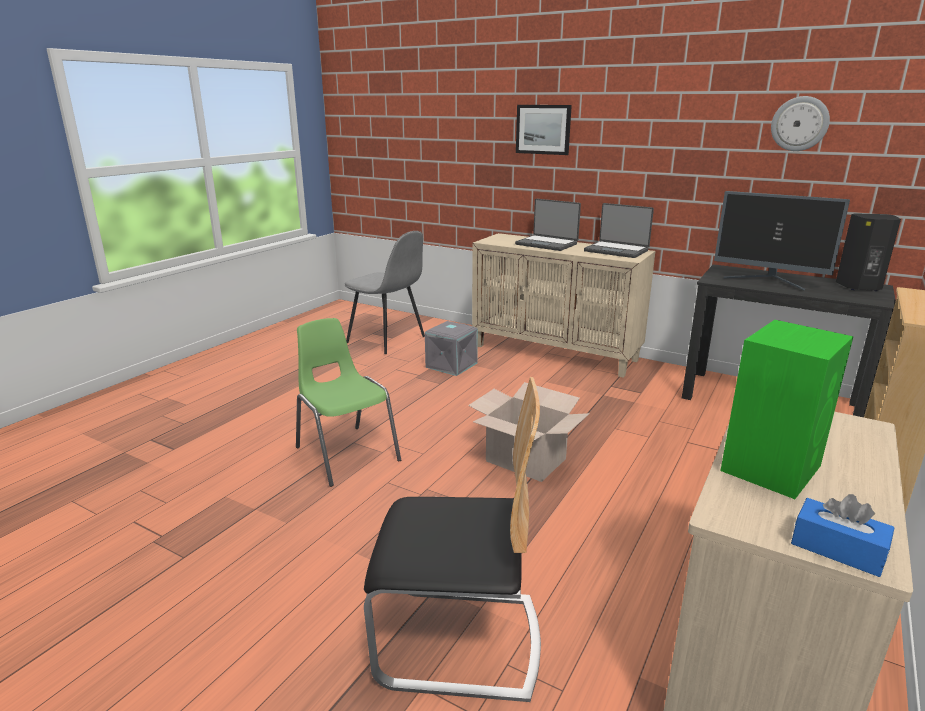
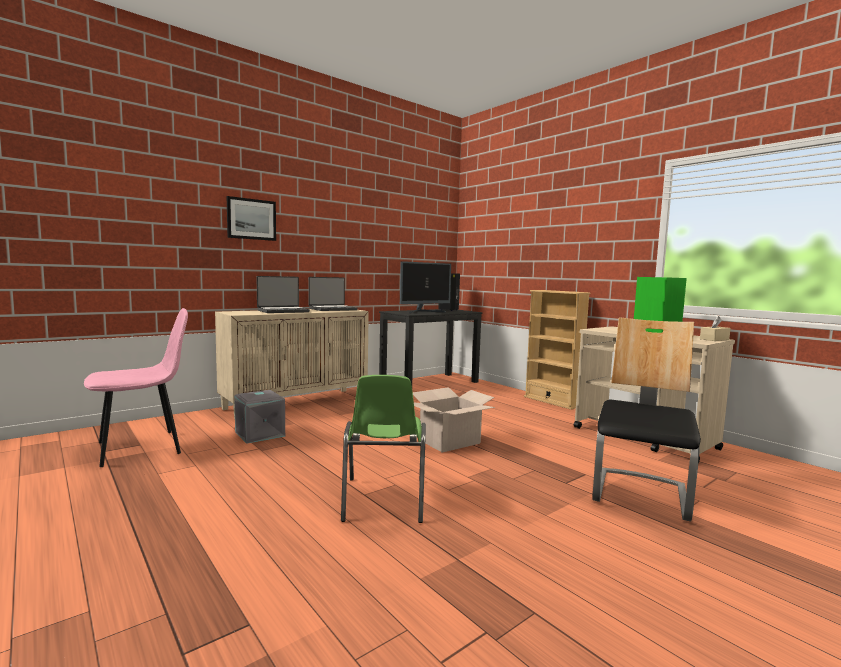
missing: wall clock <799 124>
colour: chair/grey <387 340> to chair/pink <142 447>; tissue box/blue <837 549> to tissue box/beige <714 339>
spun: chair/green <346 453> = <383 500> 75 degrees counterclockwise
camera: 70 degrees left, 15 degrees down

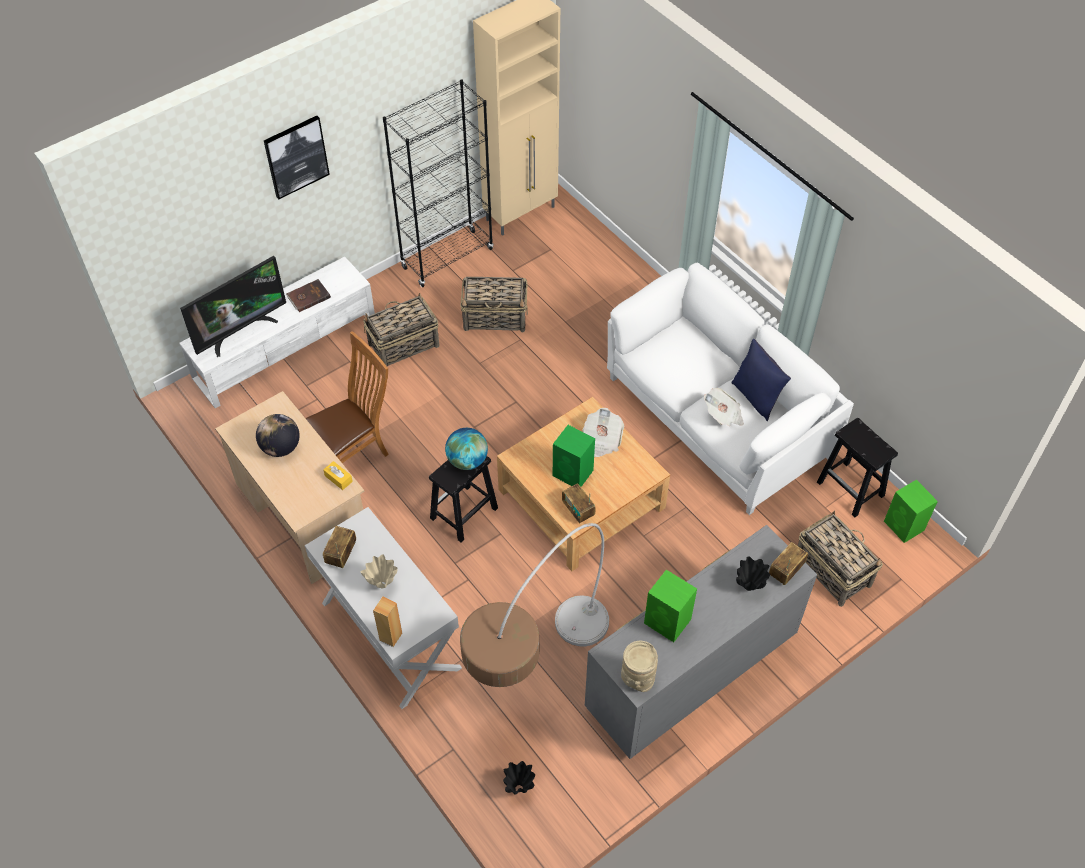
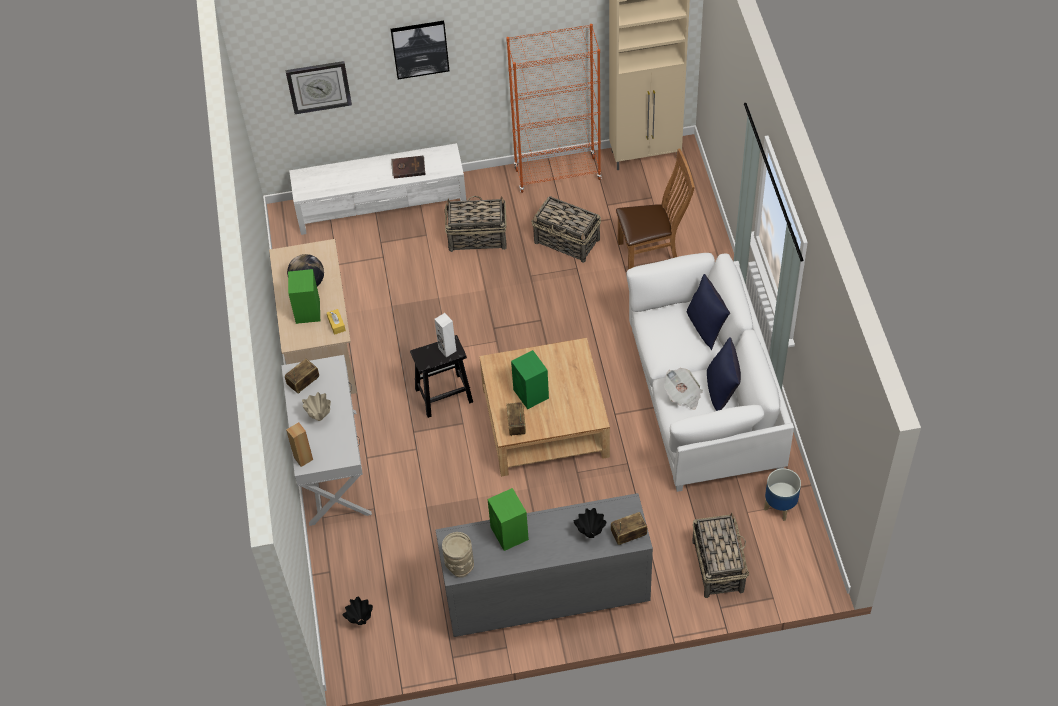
missing: television <241 331>; floor lamp <537 677>; newspaper <602 440>
appeared: wall clock <319 86>; pillow/blue <706 327>
relocated: speaker/green <904 526> to <307 312>; chair/brown <355 453> to <652 253>
exchanged: globe <467 460> to speaker/white <447 350>; stool/black <851 489> to planter <780 506>
colour: bookcase/black <447 258> to bookcase/orange <557 174>
camera: 30 degrees right, 0 degrees up

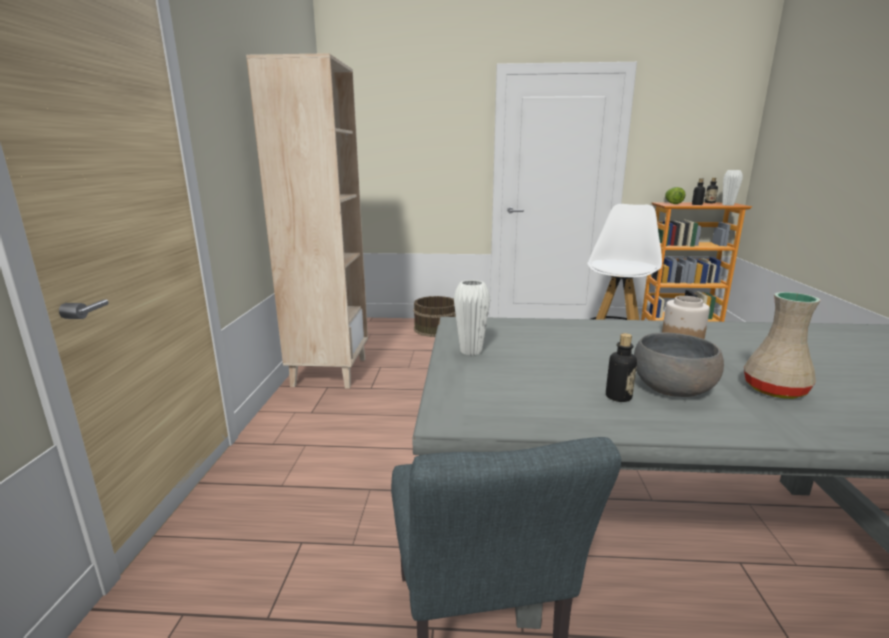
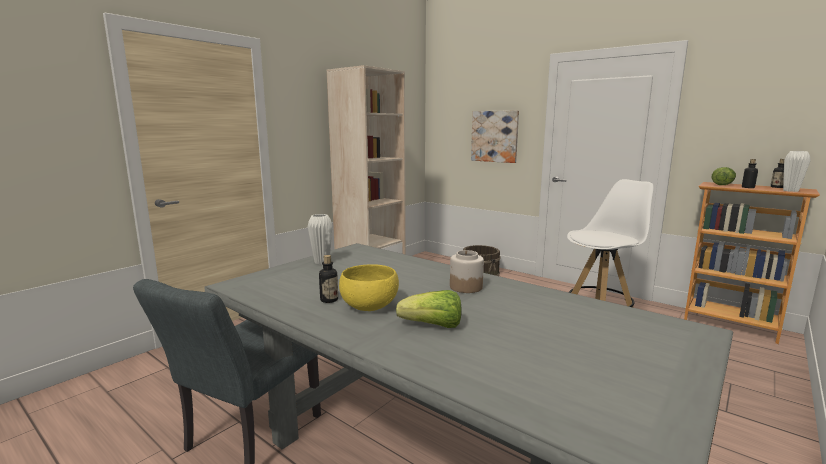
appeared: picture <495 136>
exchanged: vase/beige <776 390> to lettuce <433 326>
colour: bowl/grey <672 389> to bowl/yellow <369 306>
camera: 35 degrees right, 5 degrees down

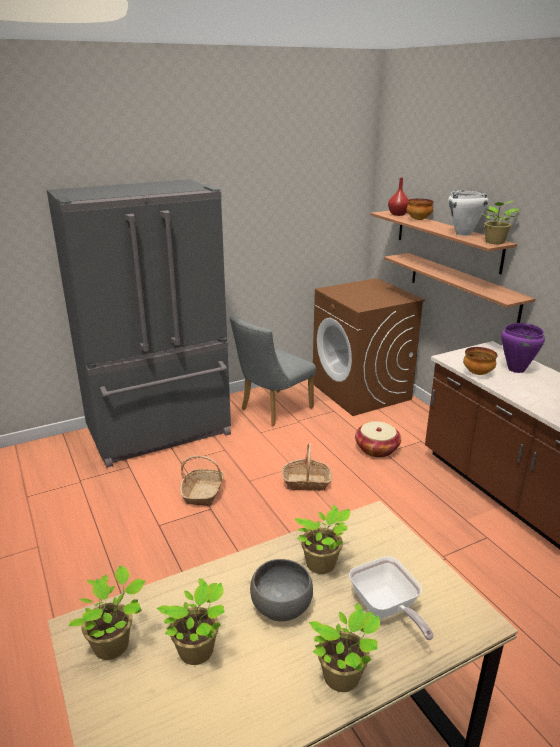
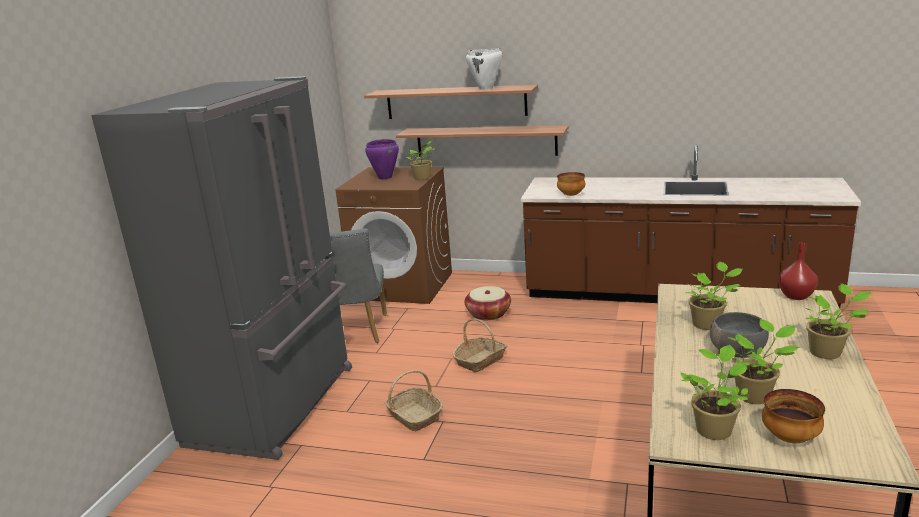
missing: frying pan <386 609>
relocated: cooking pot/purple <516 369> to <385 177>; potted plant <494 242> to <423 178>; bowl <418 219> to <789 437>; vase/red <398 214> to <797 296>
camera: 45 degrees left, 5 degrees down

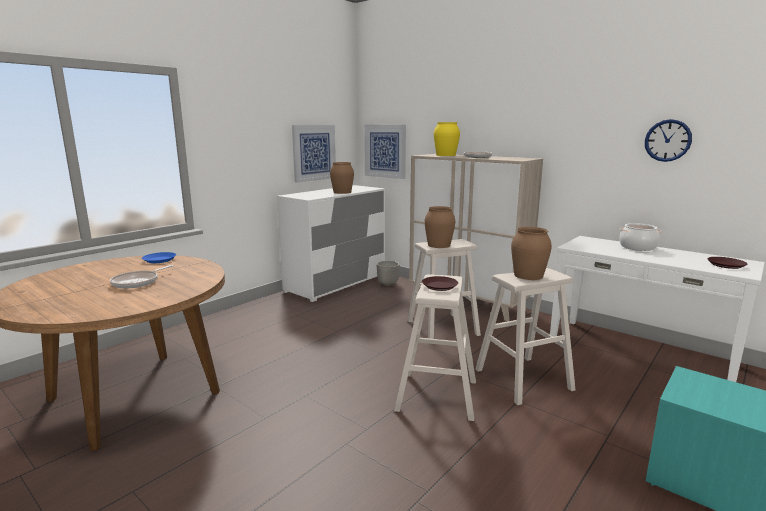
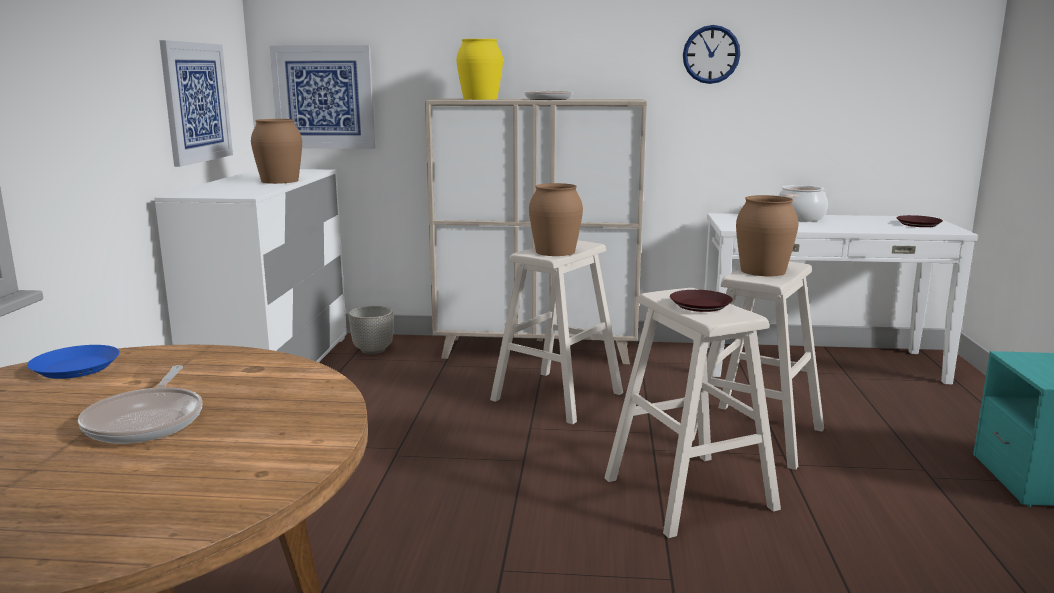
relocated: wall clock <667 140> to <711 54>
camera: 35 degrees left, 0 degrees up

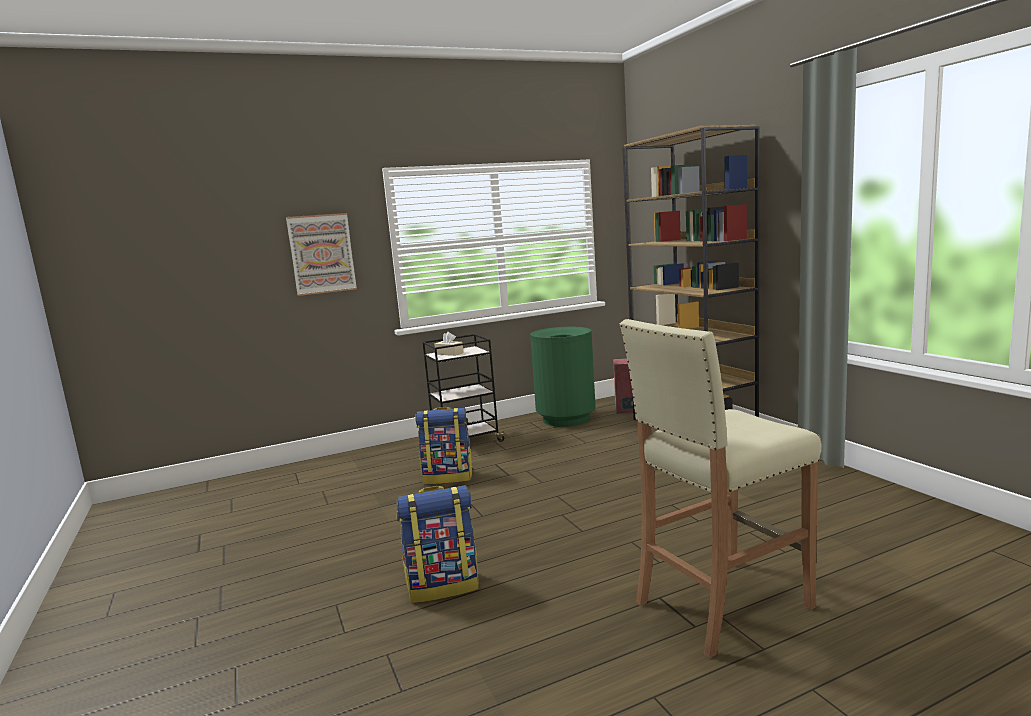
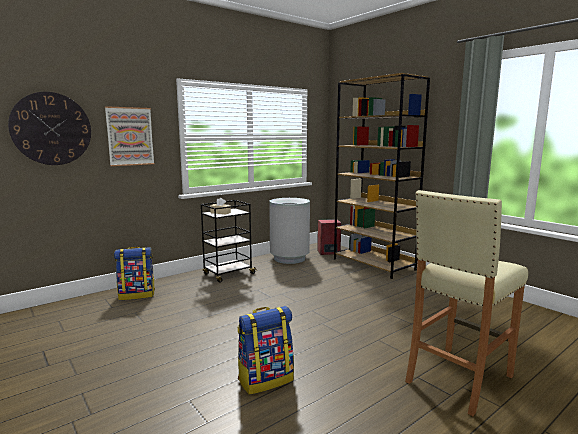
appeared: wall clock <51 129>
relocated: backpack <448 477> to <137 295>
colour: trash can/green <566 419> to trash can/grey <289 258>
camera: 15 degrees left, 0 degrees up

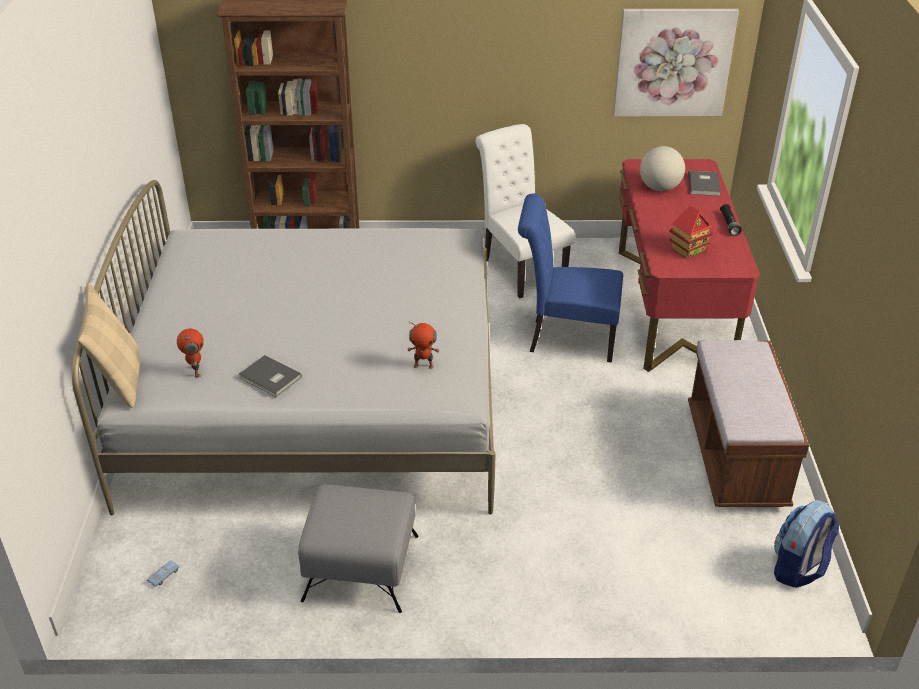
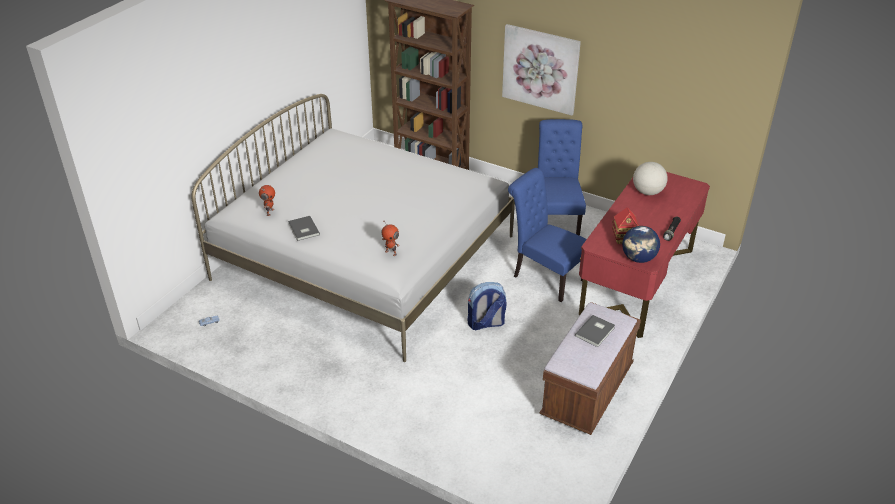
missing: pillow/beige <120 379>; ottoman/grey <360 567>
appeared: globe <638 258>
relocated: backpack <798 569> to <486 324>; picture <673 62> to <540 69>; book/grey <705 184> to <596 332>
colour: chair/white <520 268> to chair/blue <555 221>
camera: 30 degrees right, 0 degrees up

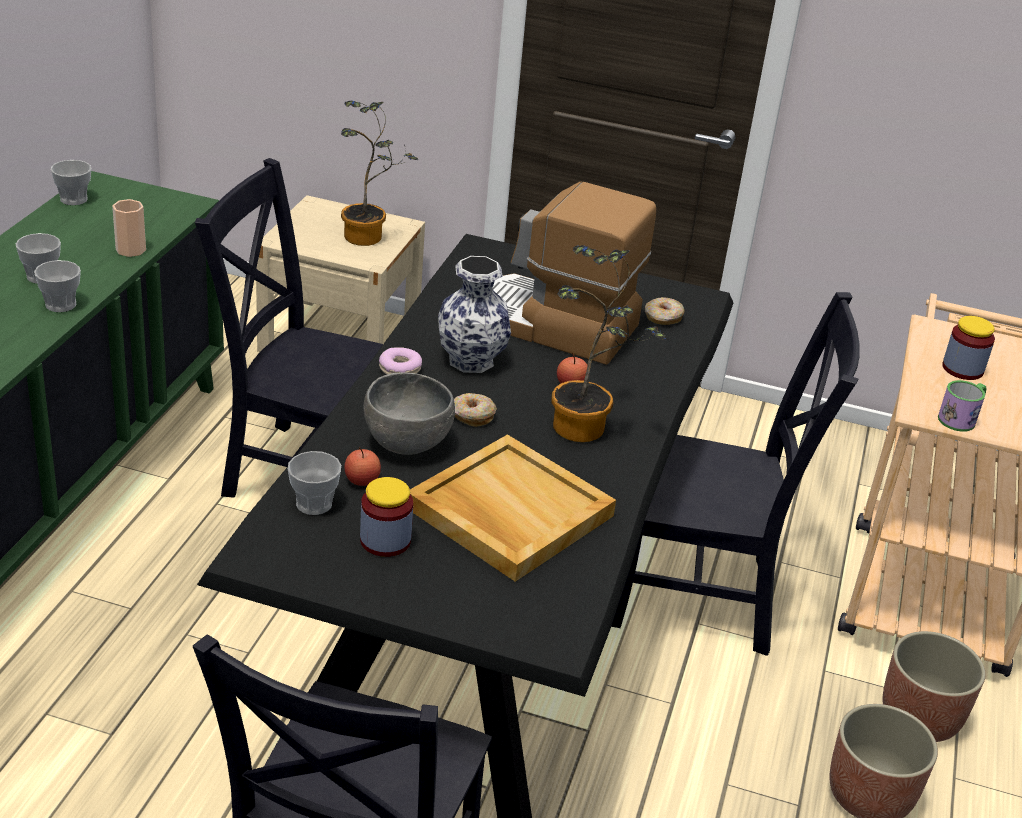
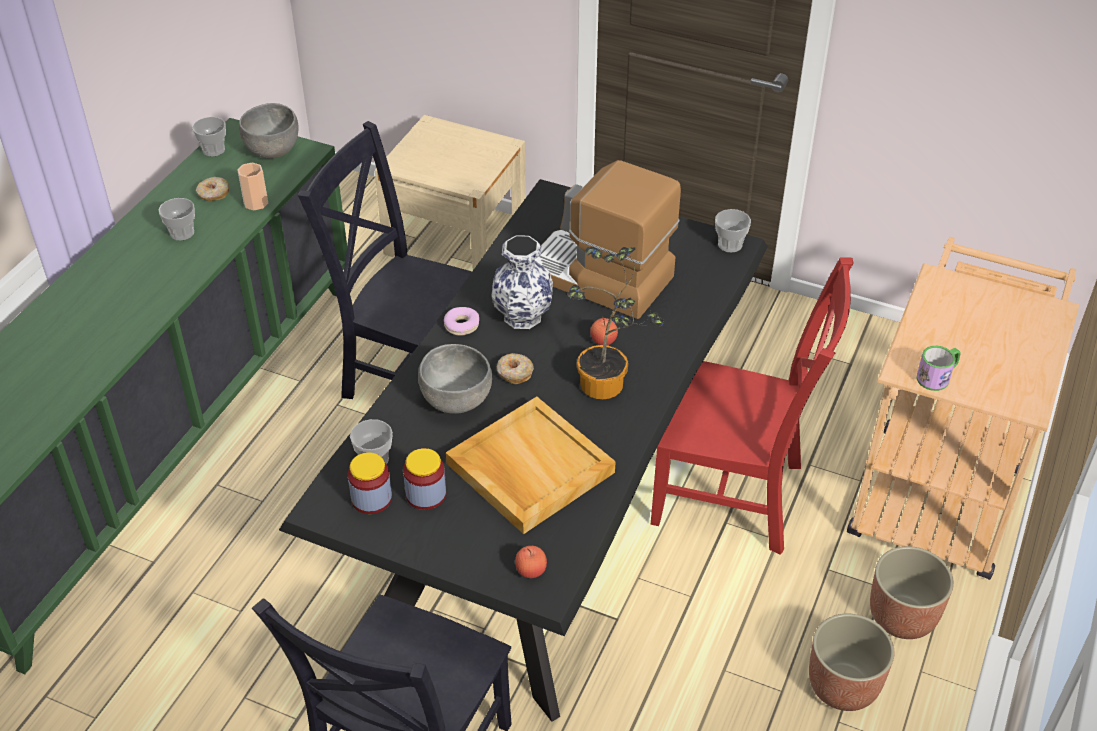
missing: potted plant <369 238>
appeared: bowl/grey <272 151>
relocated: donut <663 318> to <213 194>; jar <962 369> to <371 499>; apple <362 480> to <531 570>; cup <60 304> to <730 244>
colour: chair/black <702 595> to chair/red <734 496>
camera: 10 degrees right, 10 degrees up

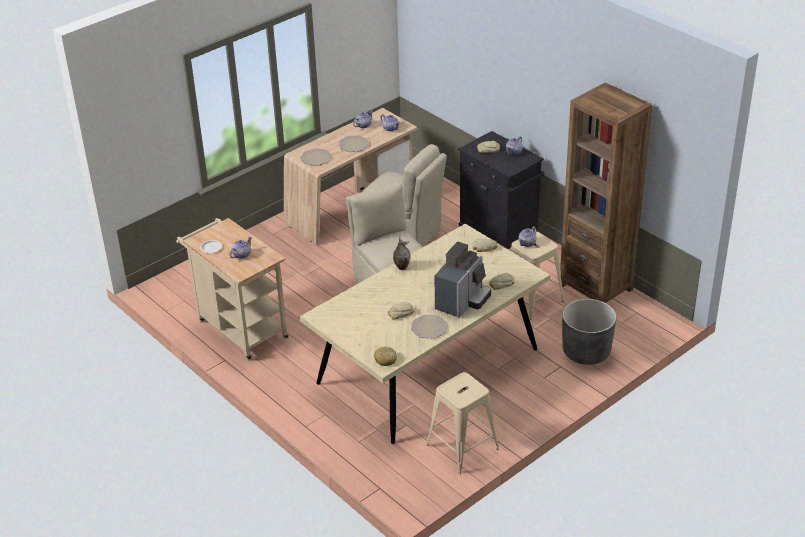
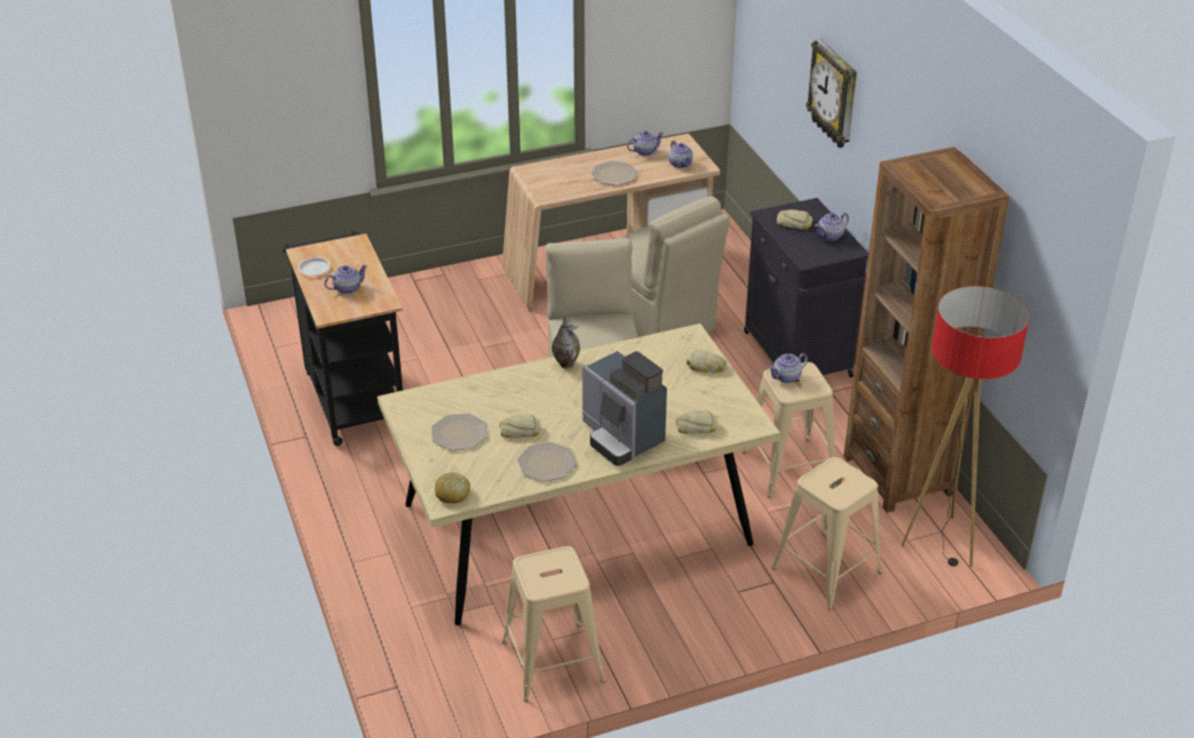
appeared: wall clock <834 94>; floor lamp <941 543>
relocated: plate <315 157> to <459 433>
exchanged: planter/grey <586 351> to stool/beige <826 570>
colour: cart/beige <239 327> to cart/black <353 396>
spun: coffee machine <462 301> = <621 437> 90 degrees clockwise
camera: 20 degrees right, 0 degrees up

